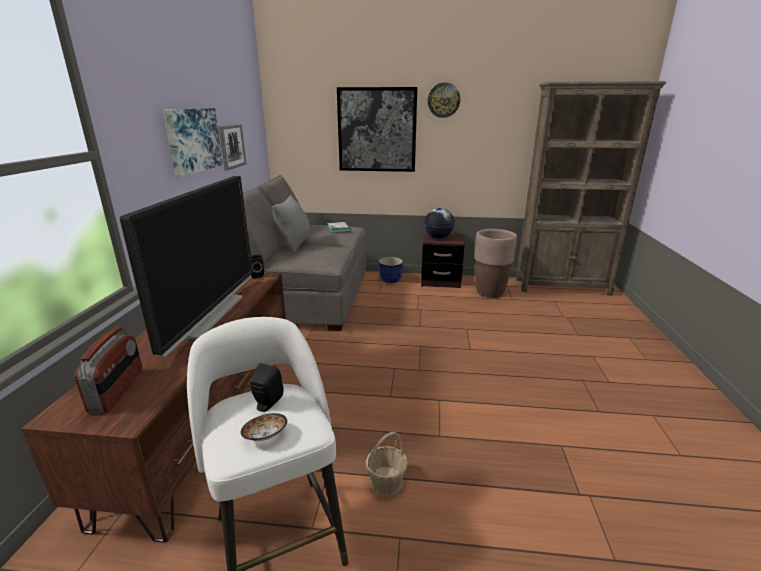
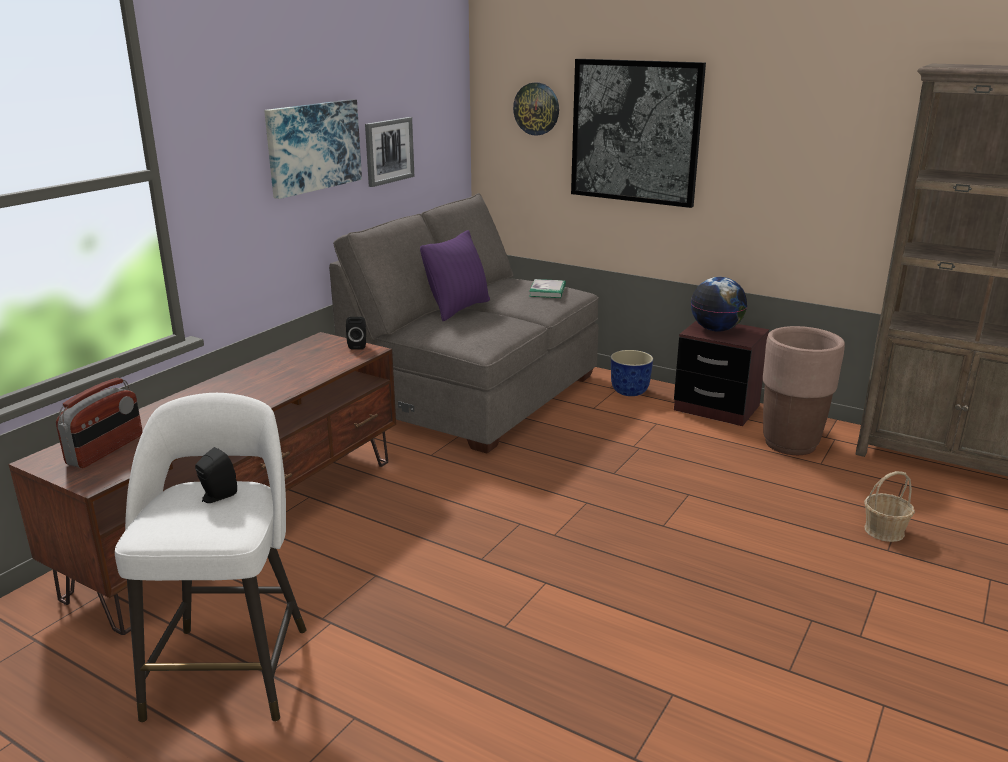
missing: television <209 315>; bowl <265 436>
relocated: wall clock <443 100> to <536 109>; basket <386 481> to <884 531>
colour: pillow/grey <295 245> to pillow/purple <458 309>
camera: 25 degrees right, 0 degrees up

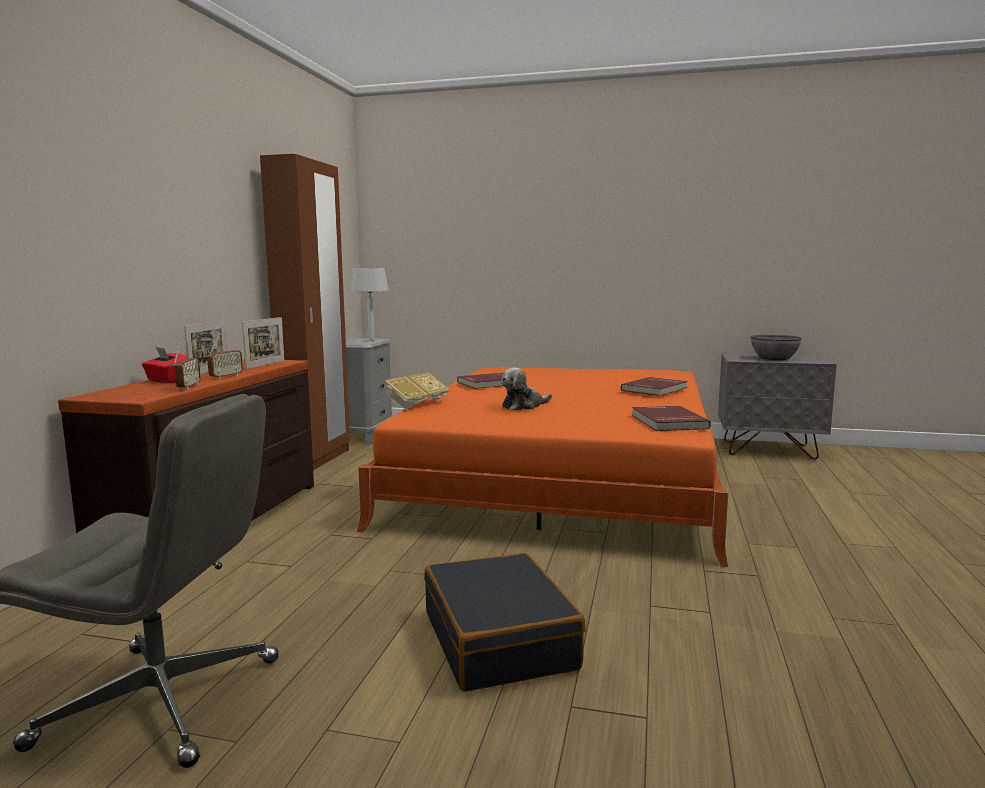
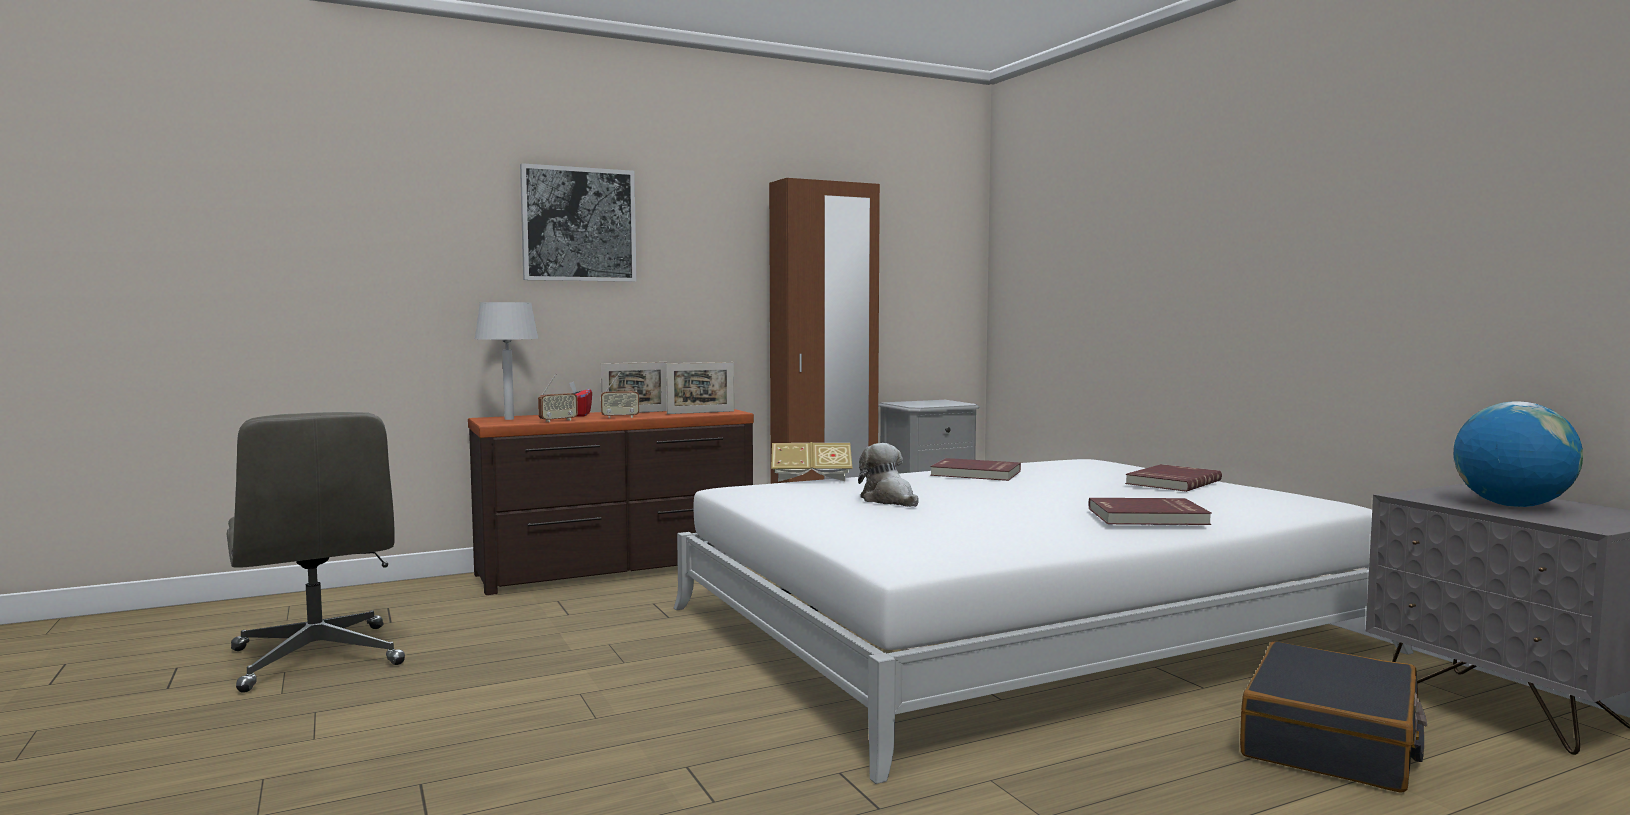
appeared: picture <578 224>
relocated: table lamp/grey <372 340> to <509 419>; book/red <667 422> to <1171 482>; suitcase/black <499 640> to <1331 742>
exchanged: bowl/grey <774 358> to globe <1512 505>
colour: bed/orange <563 475> to bed/white <1016 629>
spun: plush toy <524 406> = <889 500> 45 degrees clockwise
camera: 50 degrees right, 5 degrees down

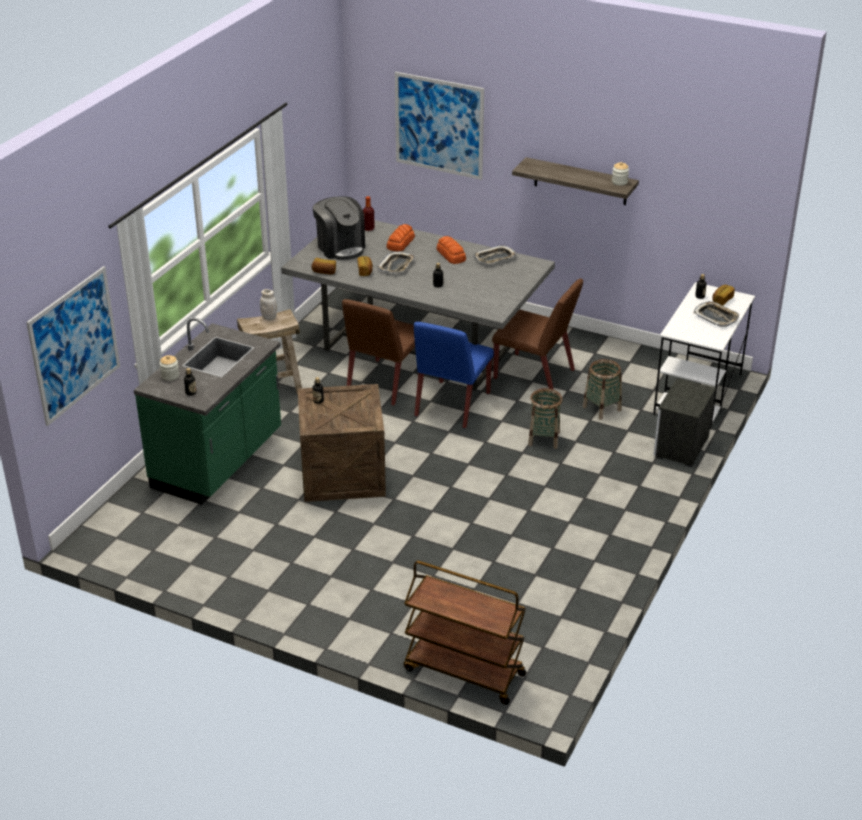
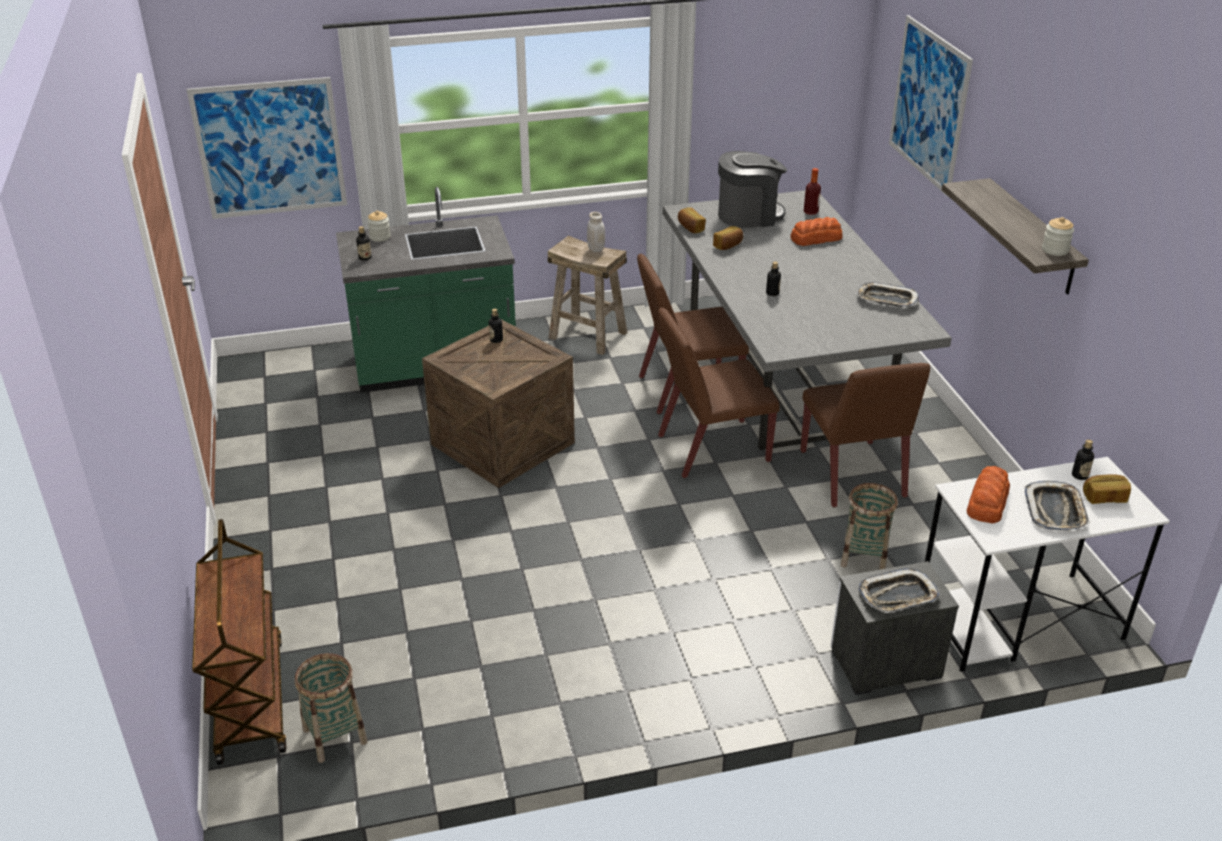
relocated: basket <544 439> to <335 735>; tray <396 266> to <897 596>; bread <451 255> to <987 502>
colour: chair/blue <452 405> to chair/brown <712 449>
spun: coffee machine <340 247> = <749 215> 120 degrees counterclockwise
camera: 50 degrees right, 0 degrees up

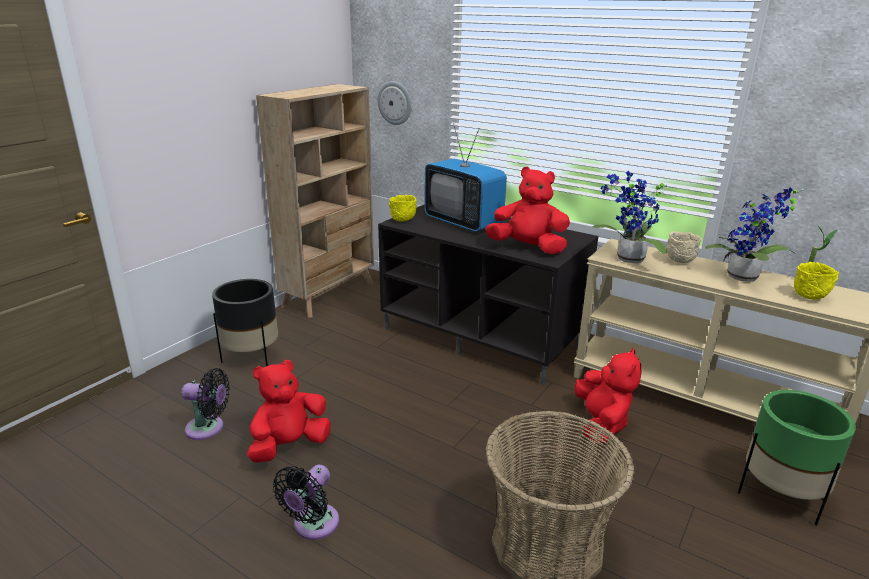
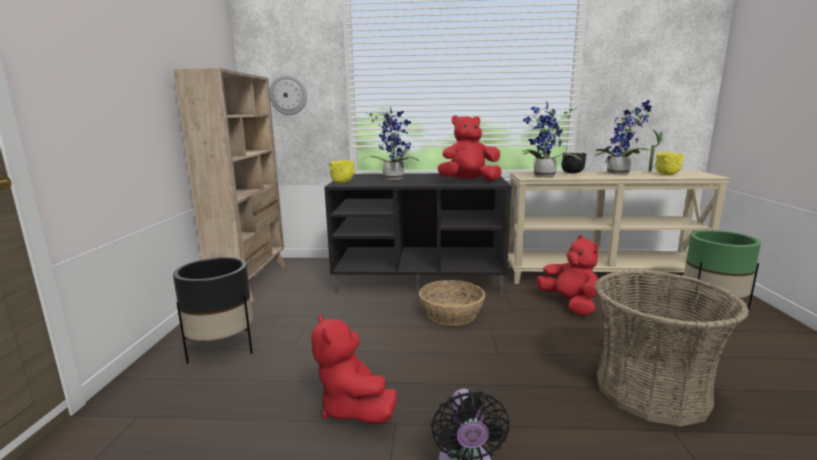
missing: fan/black <208 428>
appeared: basket <451 313>
exchanged: television <463 223> to potted plant <394 178>
colour: bowl/beige <679 261> to bowl/black <572 173>
spun: plush toy/red <289 446> = <353 408> 45 degrees counterclockwise
camera: 30 degrees left, 10 degrees down

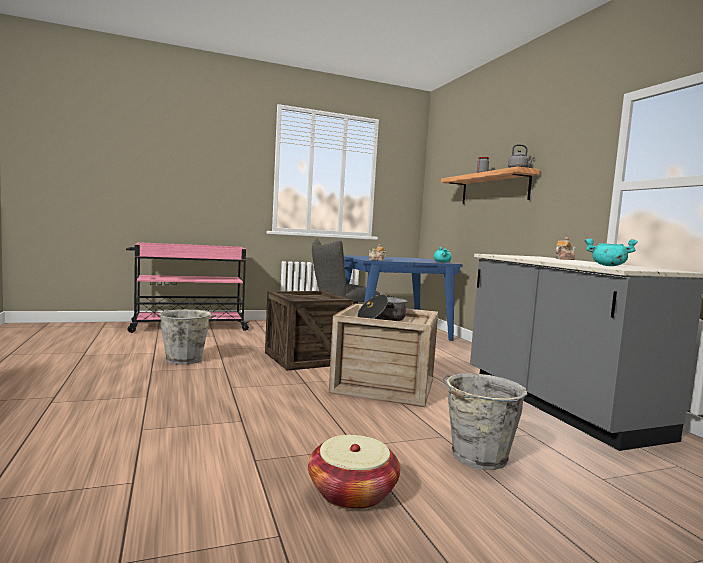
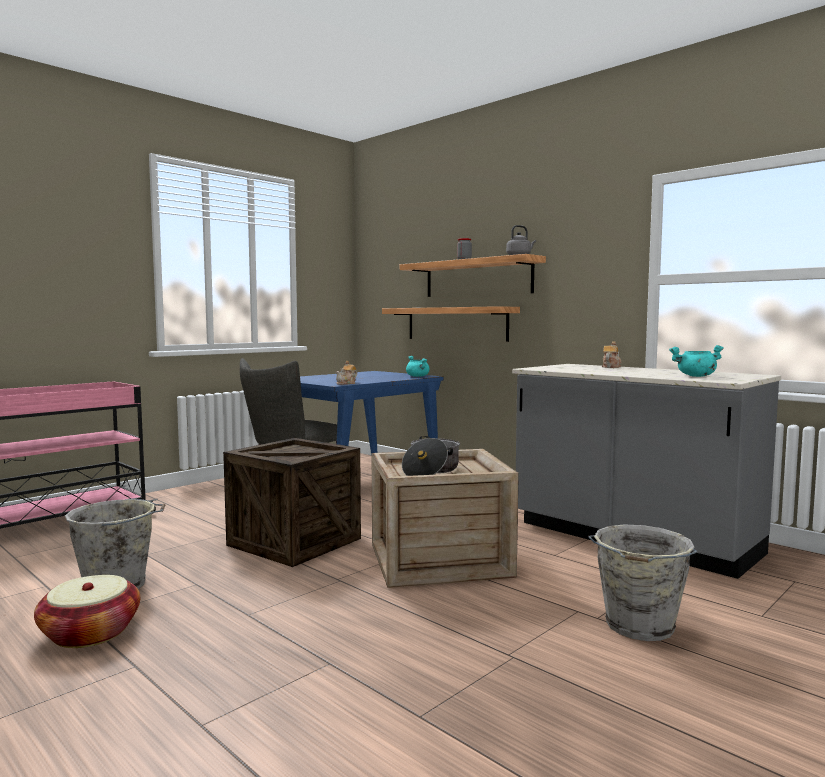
appeared: shelf <456 323>
relocated: basket <352 492> to <90 633>
camera: 25 degrees left, 0 degrees up

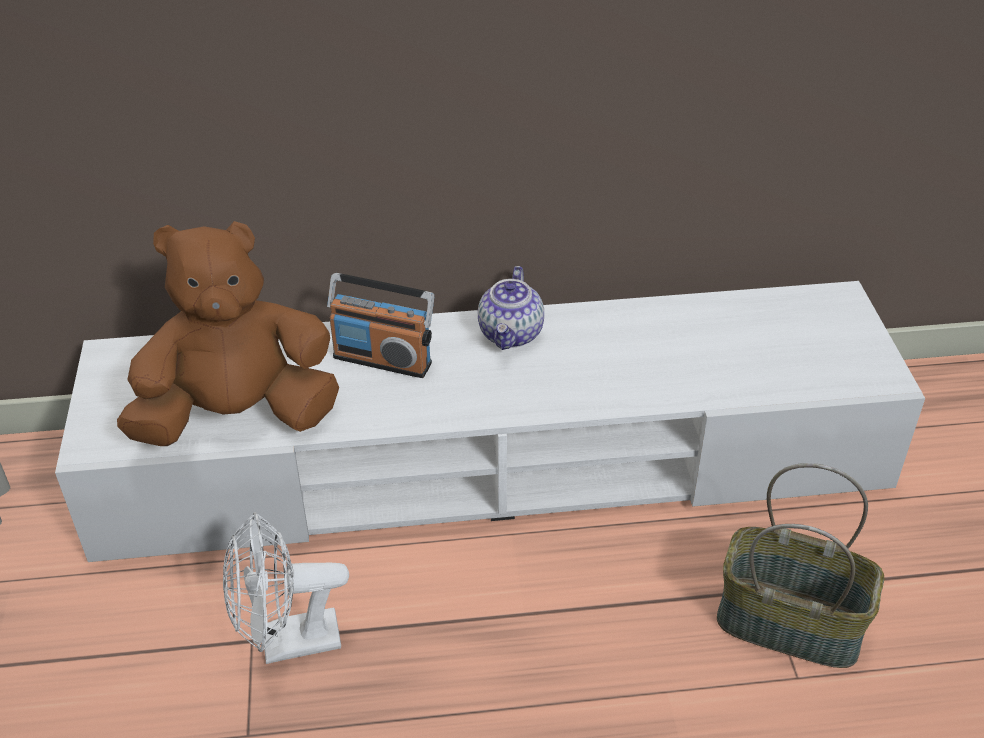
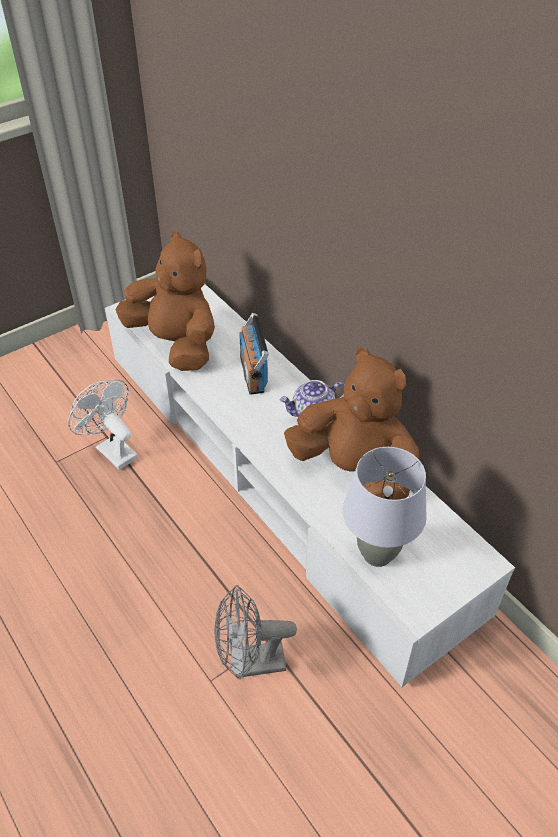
appeared: plush toy/brown <354 470>; table lamp/grey <377 554>
exchanged: basket <791 622> to fan/grey <250 663>
camera: 60 degrees right, 5 degrees up

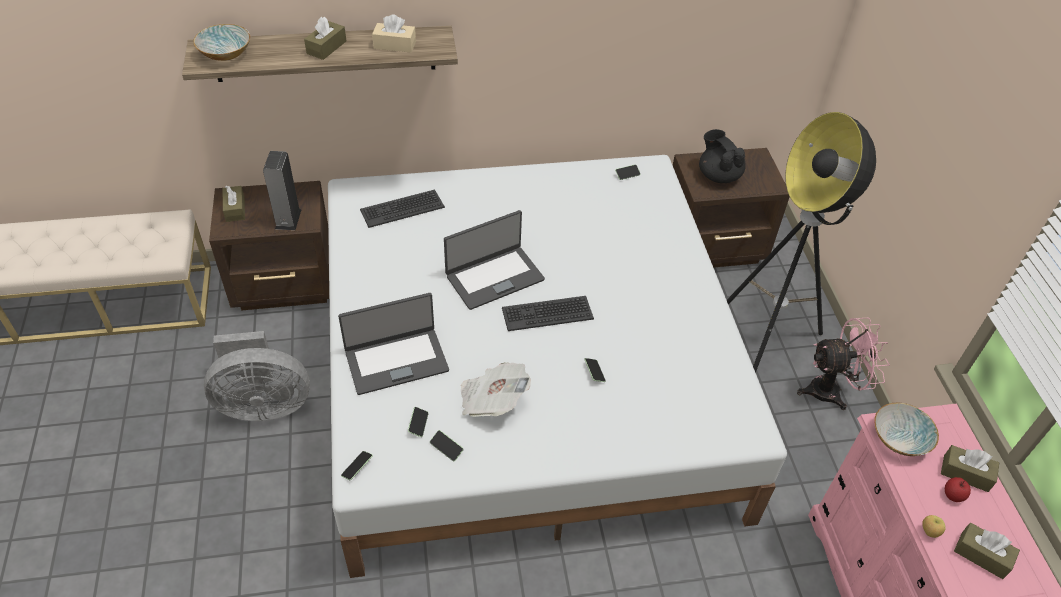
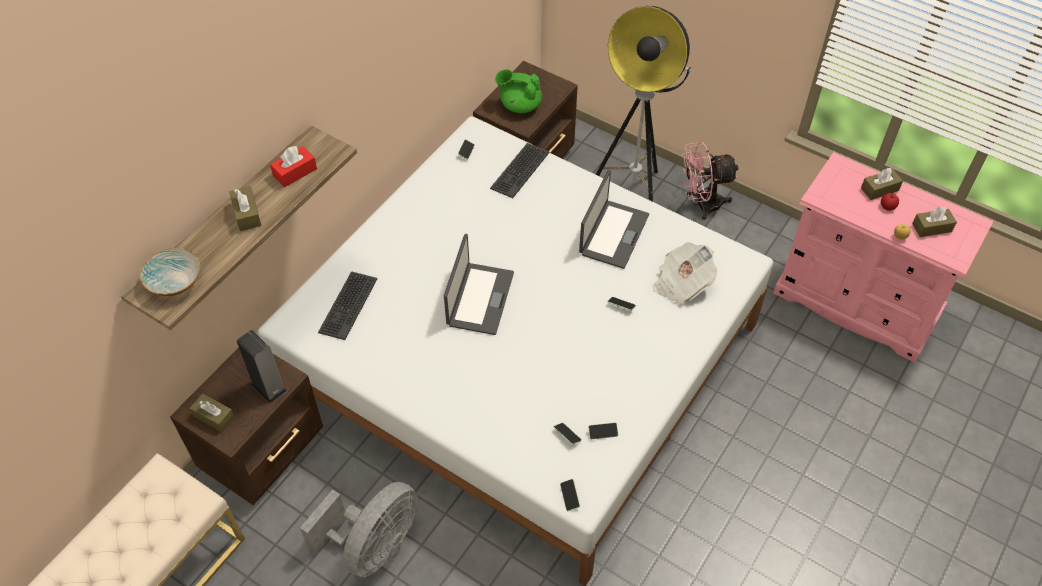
missing: bowl <900 439>
relocated: keyboard <547 313> to <519 170>; laptop <396 360> to <613 234>; newspaper <492 400> to <681 283>
colour: tissue box/beige <394 45> to tissue box/red <295 172>; teapot/black <718 175> to teapot/green <519 105>
spun: fan/pink <832 390> = <701 204> 135 degrees counterclockwise
camera: 45 degrees left, 5 degrees up

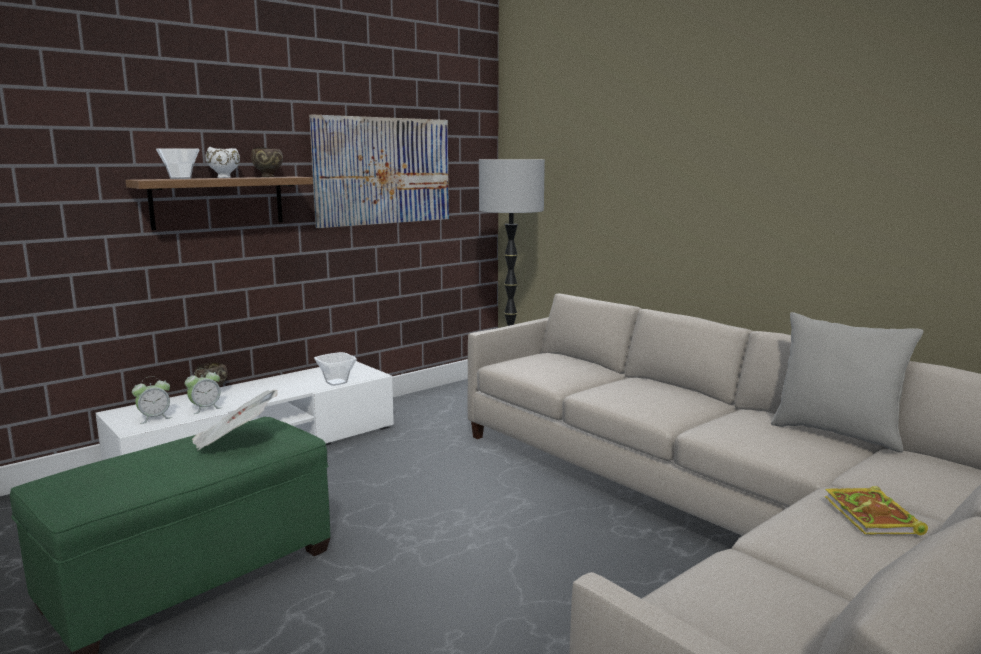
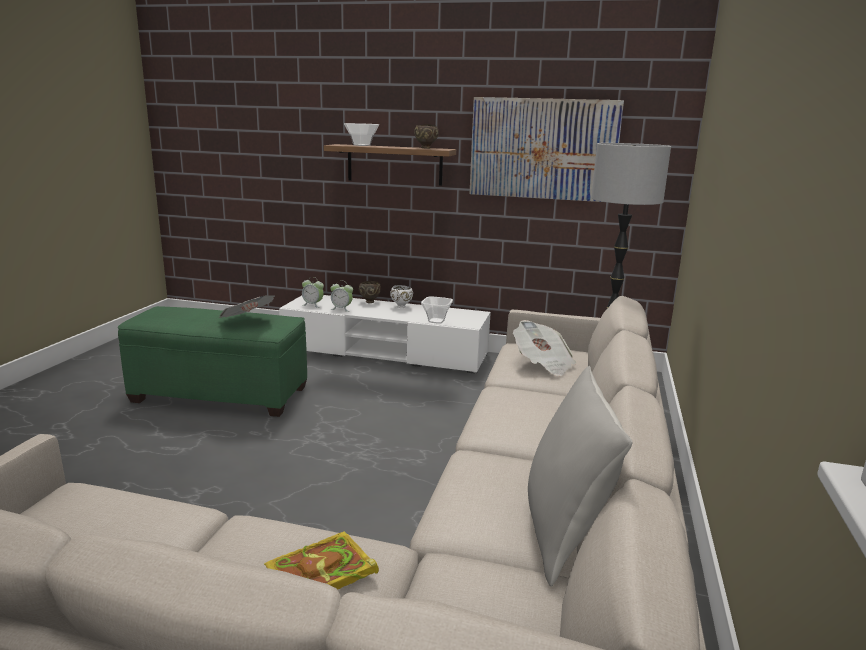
appeared: newspaper <543 364>
relocated: bowl/white <225 177> to <401 307>
camera: 55 degrees right, 5 degrees up

